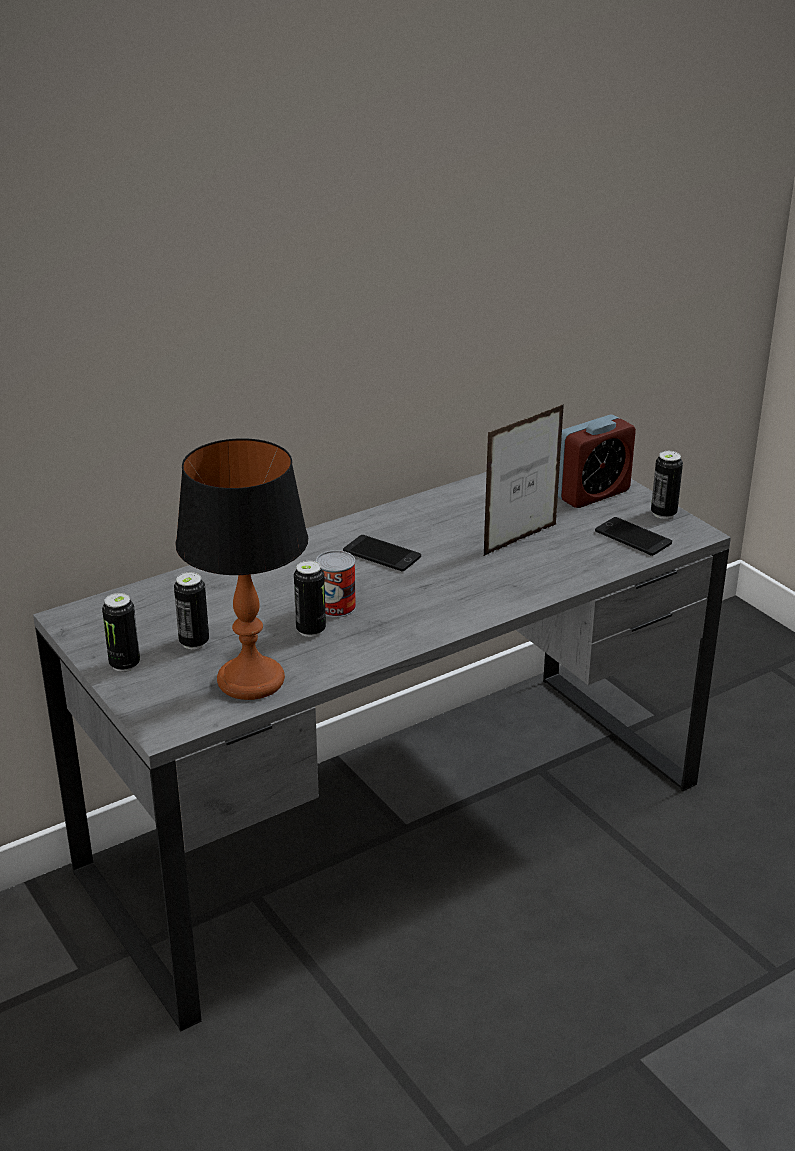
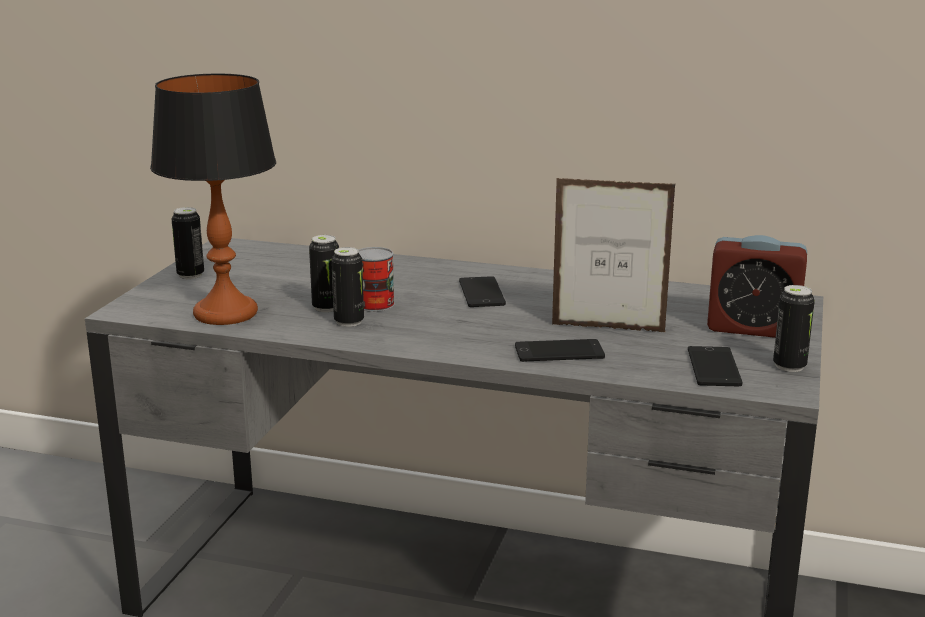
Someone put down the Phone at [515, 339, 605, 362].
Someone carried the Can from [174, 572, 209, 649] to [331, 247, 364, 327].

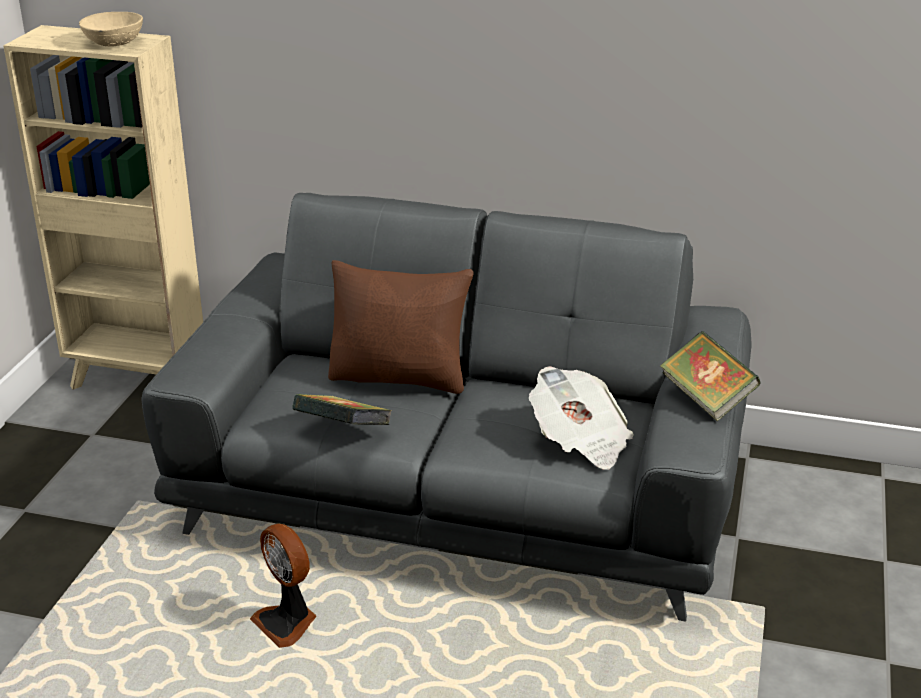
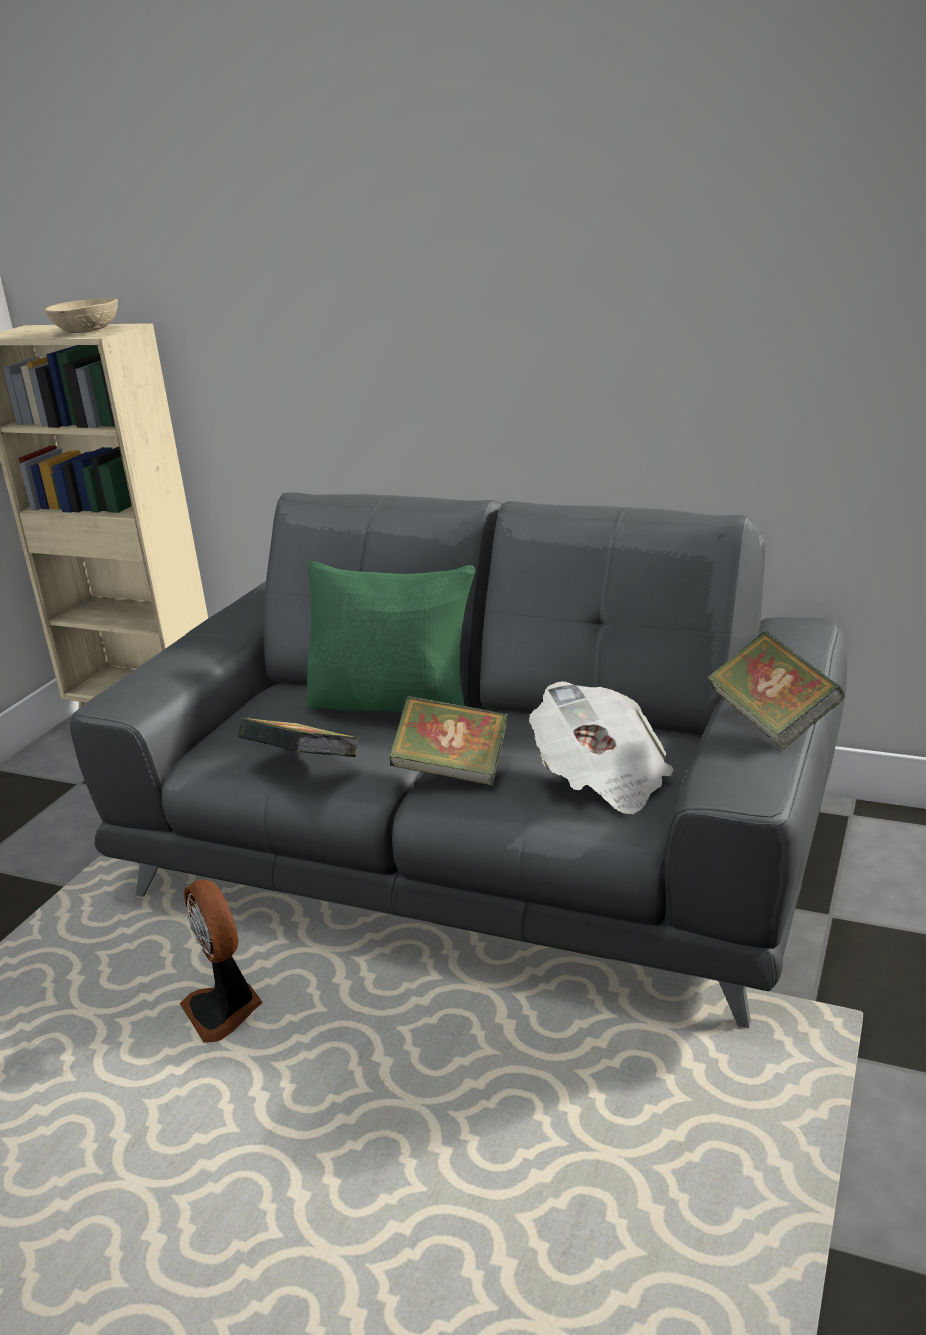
Someone put down the Book at [389, 696, 508, 786].
Someone repainted the BrownPillow at [328, 260, 474, 394], which became the GreenPillow at [306, 561, 475, 712].

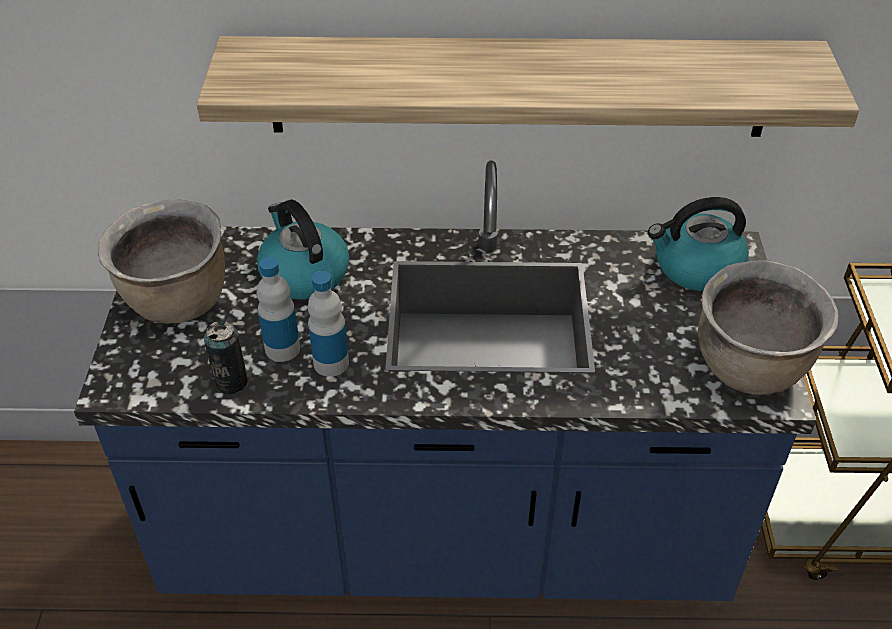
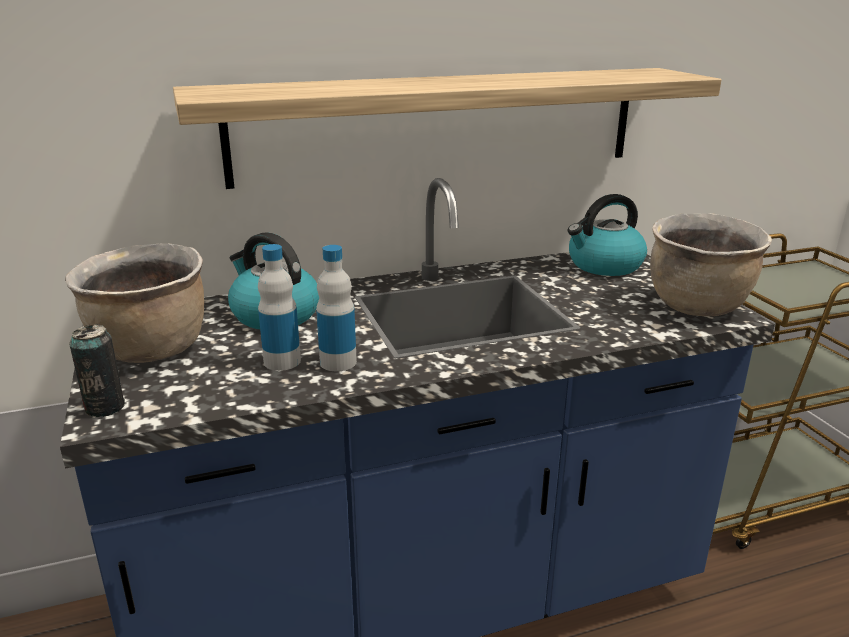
Someone carried the Can from [204, 321, 248, 394] to [69, 324, 125, 417].

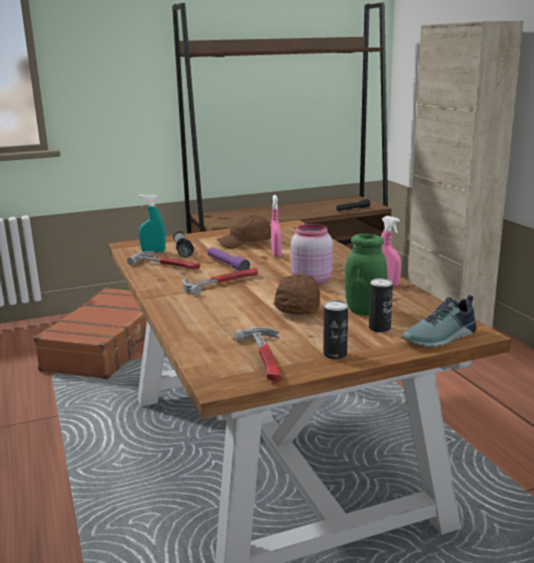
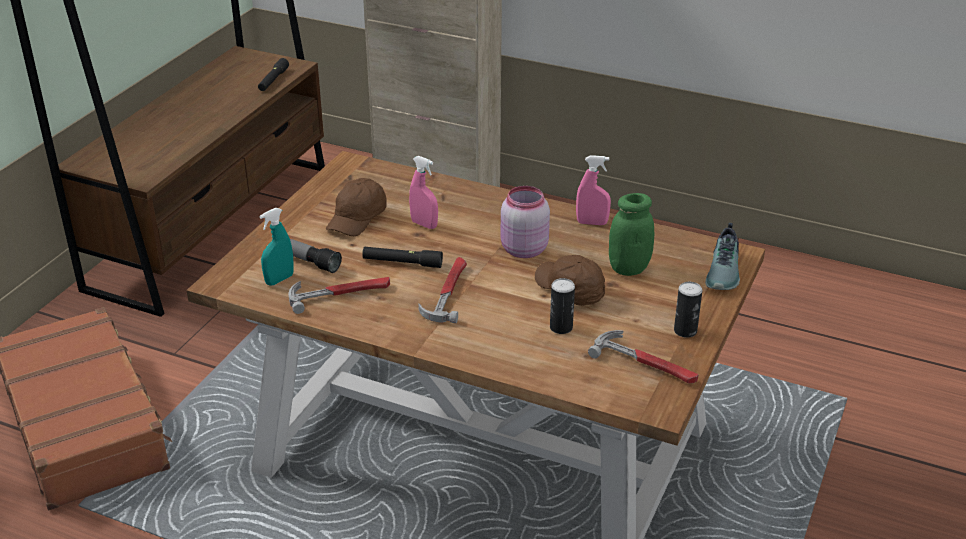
Someone carried the Can from [369, 278, 393, 332] to [550, 278, 575, 334].
Someone repainted the PurpleFlashlight at [207, 247, 250, 271], which became the BlackFlashlight at [362, 247, 443, 268].

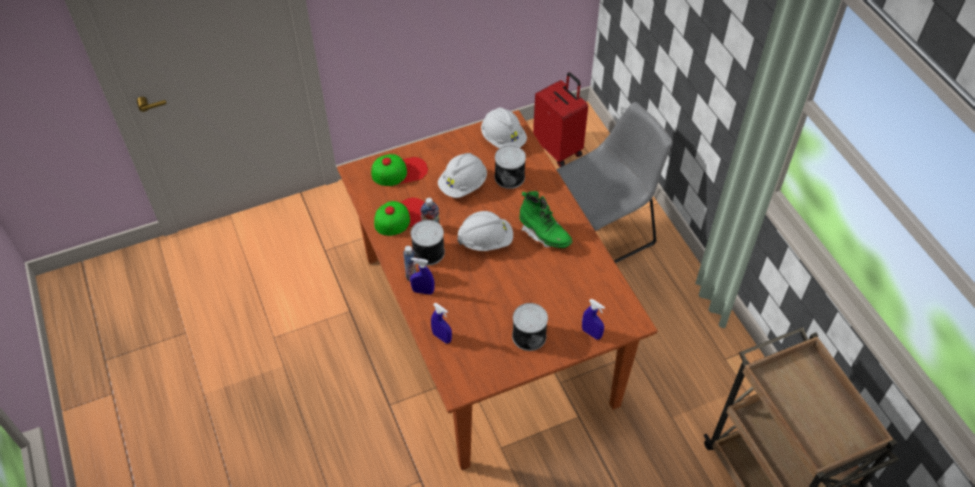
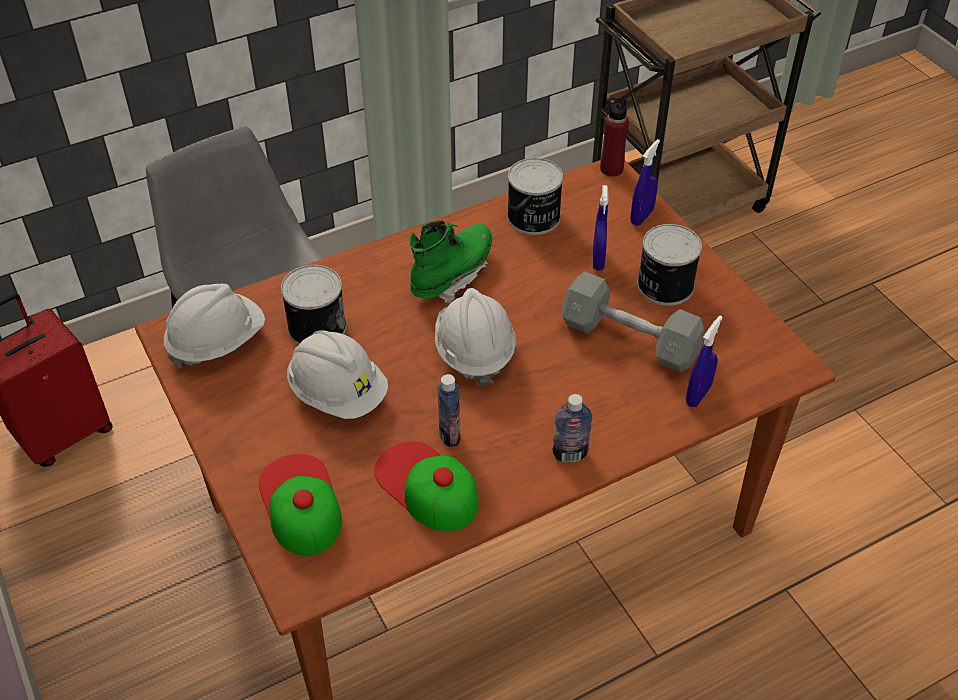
Someone put down the GreyDumbbell at [561, 271, 705, 373].
Someone put down the RedBottle at [600, 97, 629, 177].
Someone carried the BlueSprayBottle from [410, 258, 435, 295] to [593, 185, 608, 271].
Someone carried the Can from [411, 220, 445, 265] to [507, 158, 563, 235].

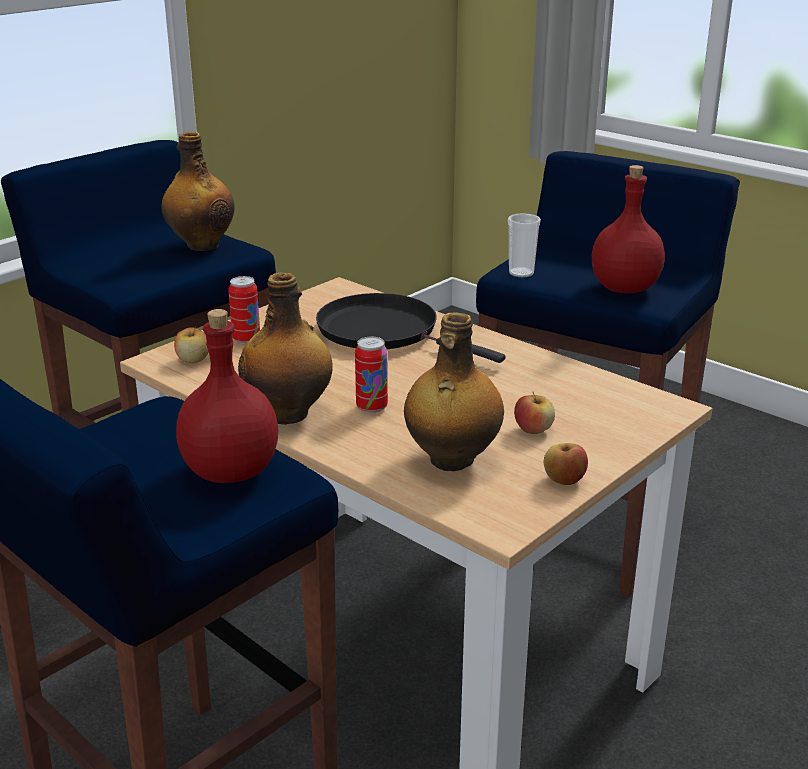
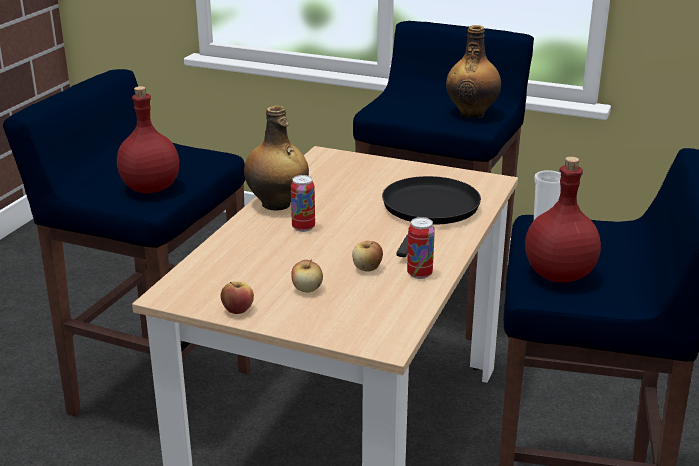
Someone took away the Bottle at [404, 313, 504, 471].
Someone carried the Apple from [174, 326, 208, 363] to [352, 241, 383, 272].
Someone carried the Can from [228, 276, 260, 344] to [407, 217, 435, 279].

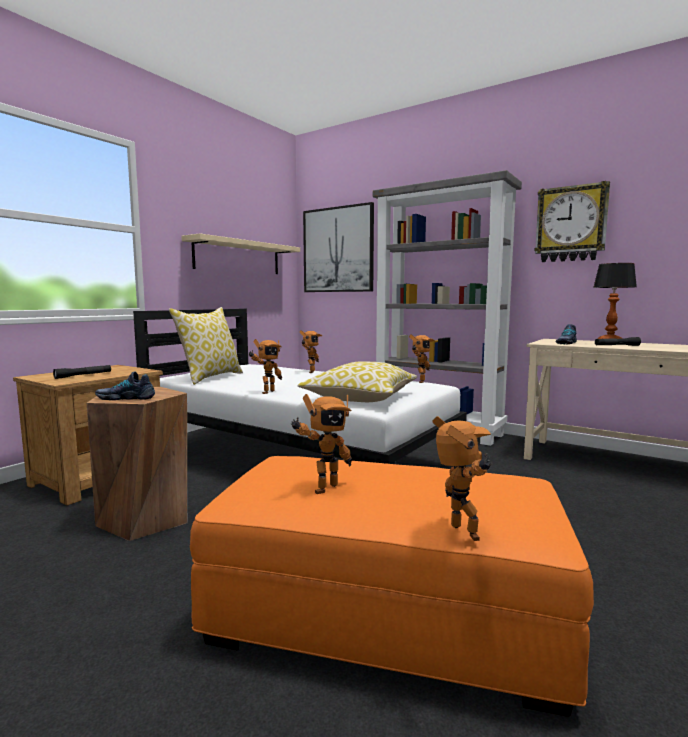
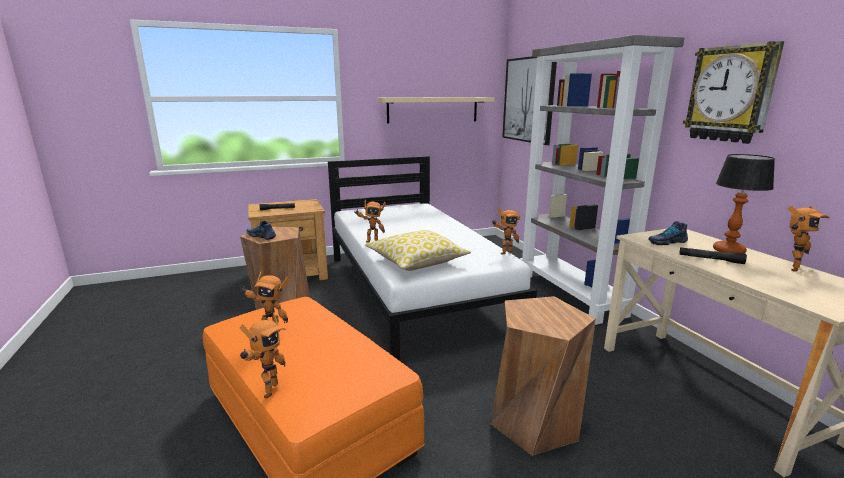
Someone took away the Pillow at [169, 307, 243, 385].
Someone put down the BrownStool at [490, 296, 596, 456].
Someone carried the ToyRobot from [299, 330, 322, 373] to [788, 206, 830, 272].

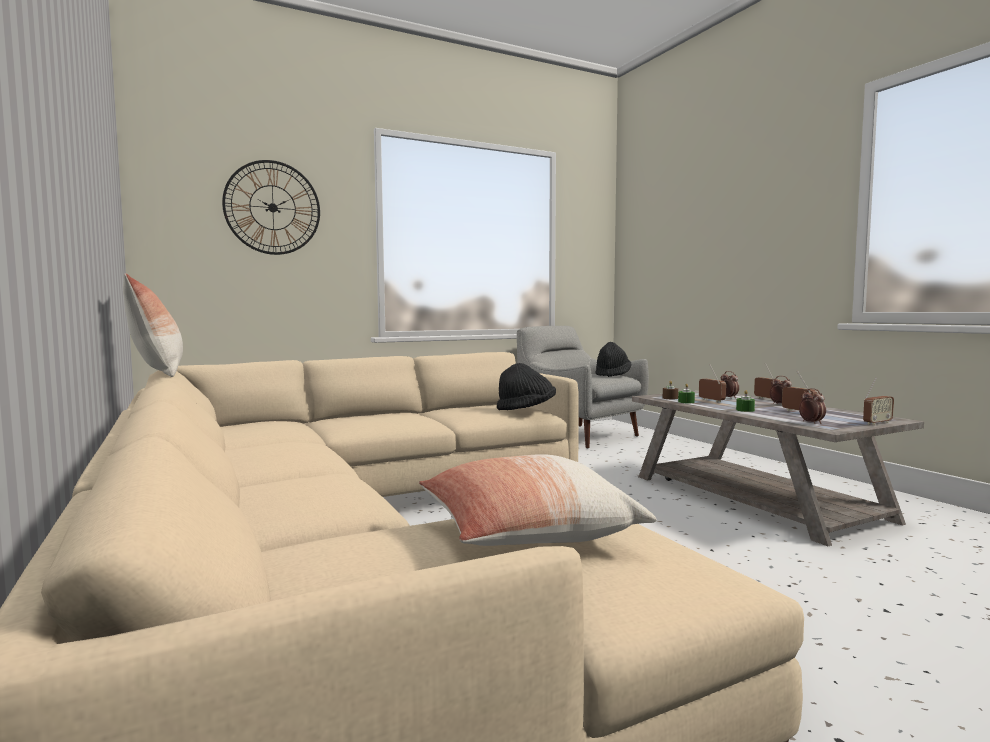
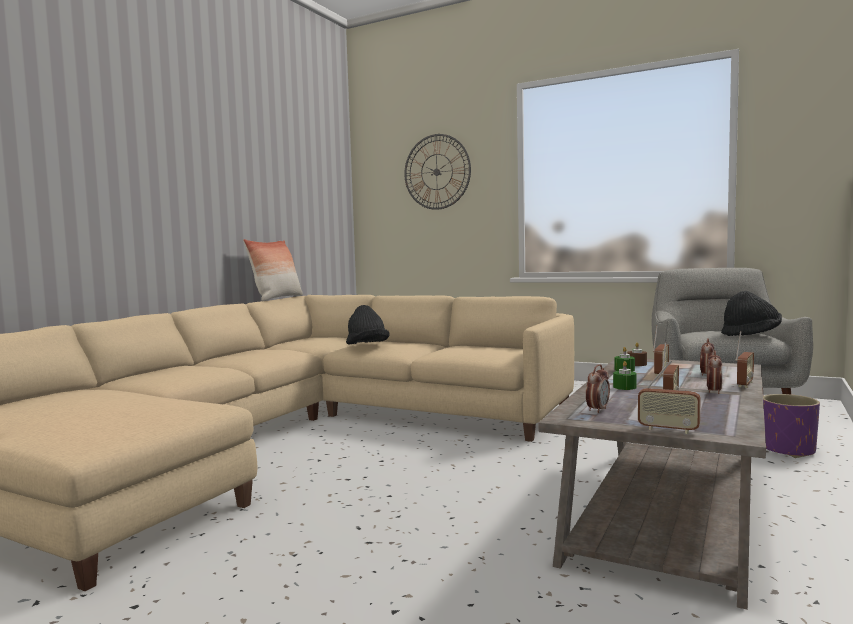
Someone took away the Pillow at [419, 454, 657, 546].
Someone put down the PurplePlanter at [763, 394, 820, 458].
Someone carried the BlackHat from [497, 363, 556, 410] to [346, 305, 390, 344].

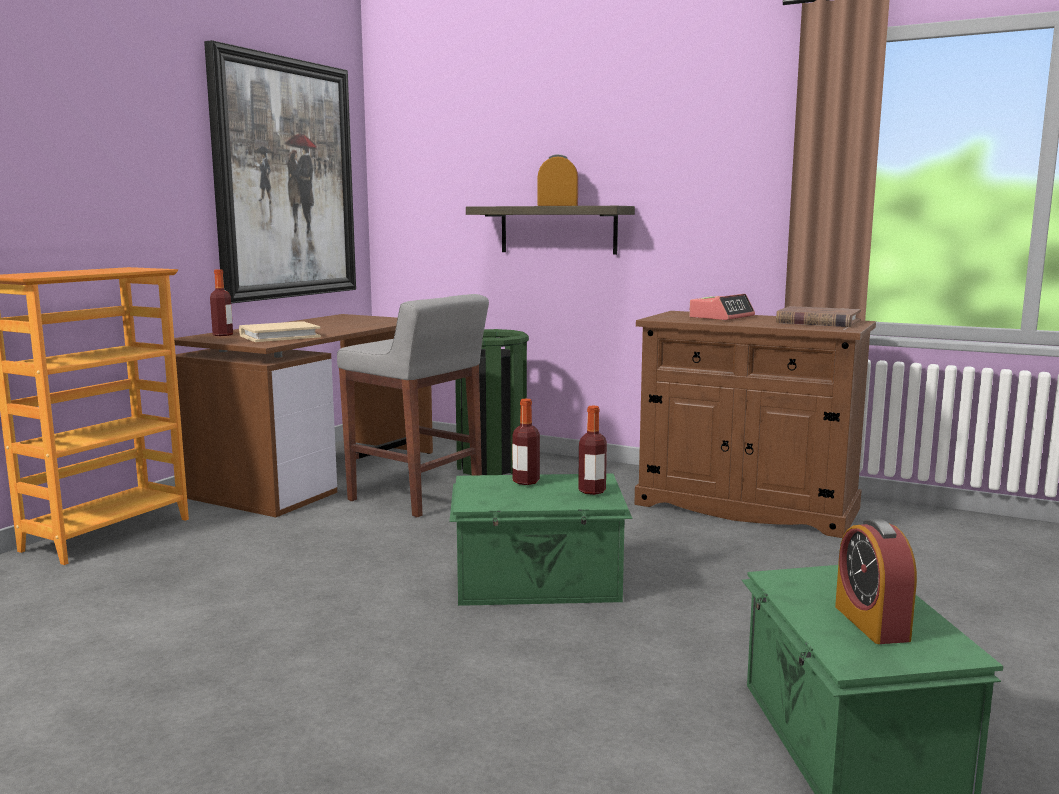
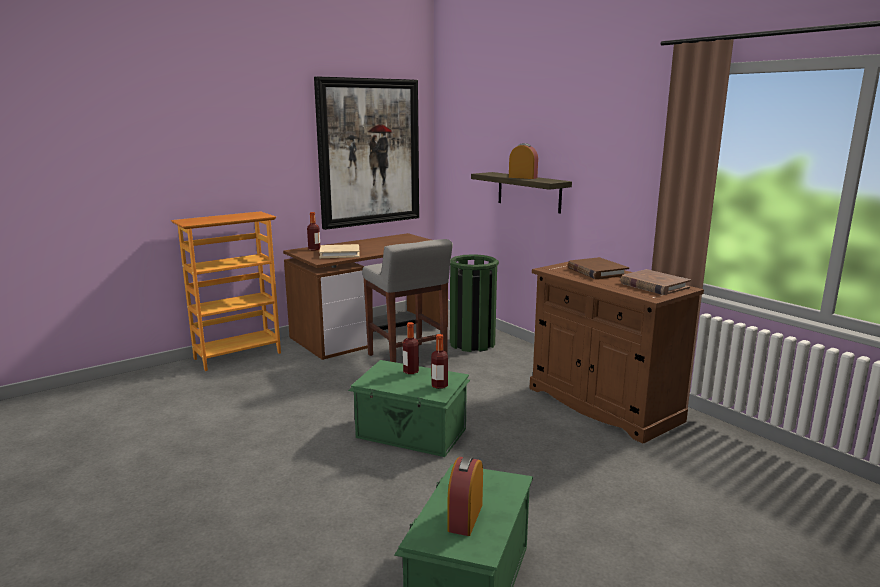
Someone swapped the AlarmClock at [689, 294, 755, 320] for the BrownBook at [568, 257, 629, 279].

